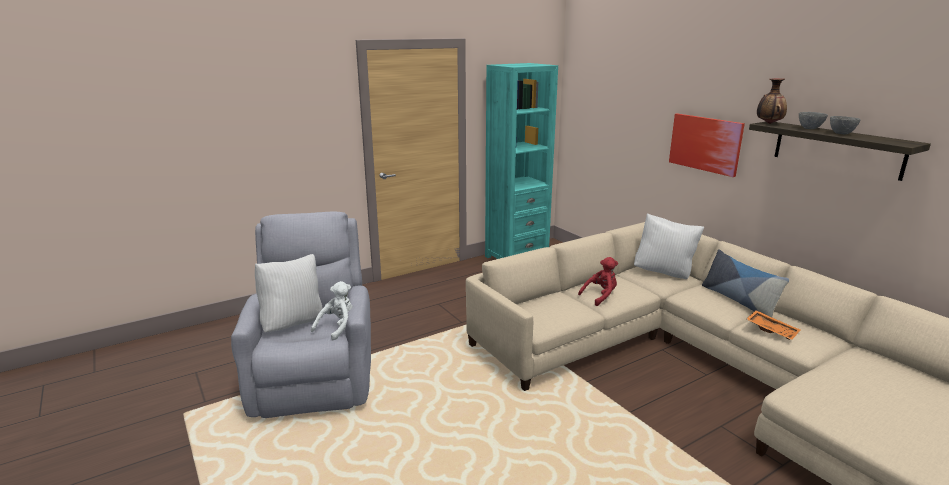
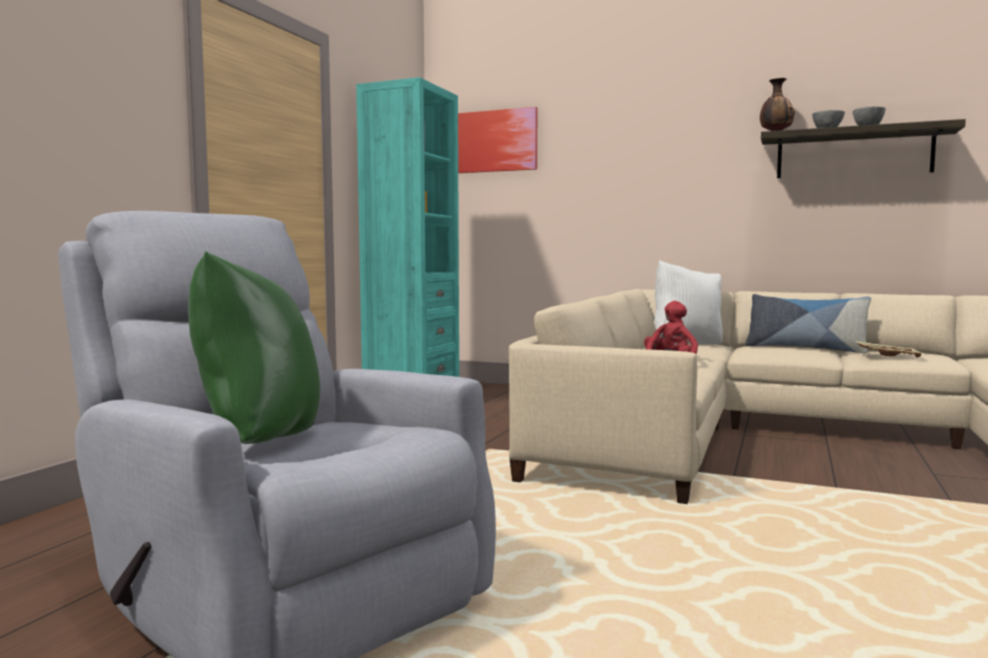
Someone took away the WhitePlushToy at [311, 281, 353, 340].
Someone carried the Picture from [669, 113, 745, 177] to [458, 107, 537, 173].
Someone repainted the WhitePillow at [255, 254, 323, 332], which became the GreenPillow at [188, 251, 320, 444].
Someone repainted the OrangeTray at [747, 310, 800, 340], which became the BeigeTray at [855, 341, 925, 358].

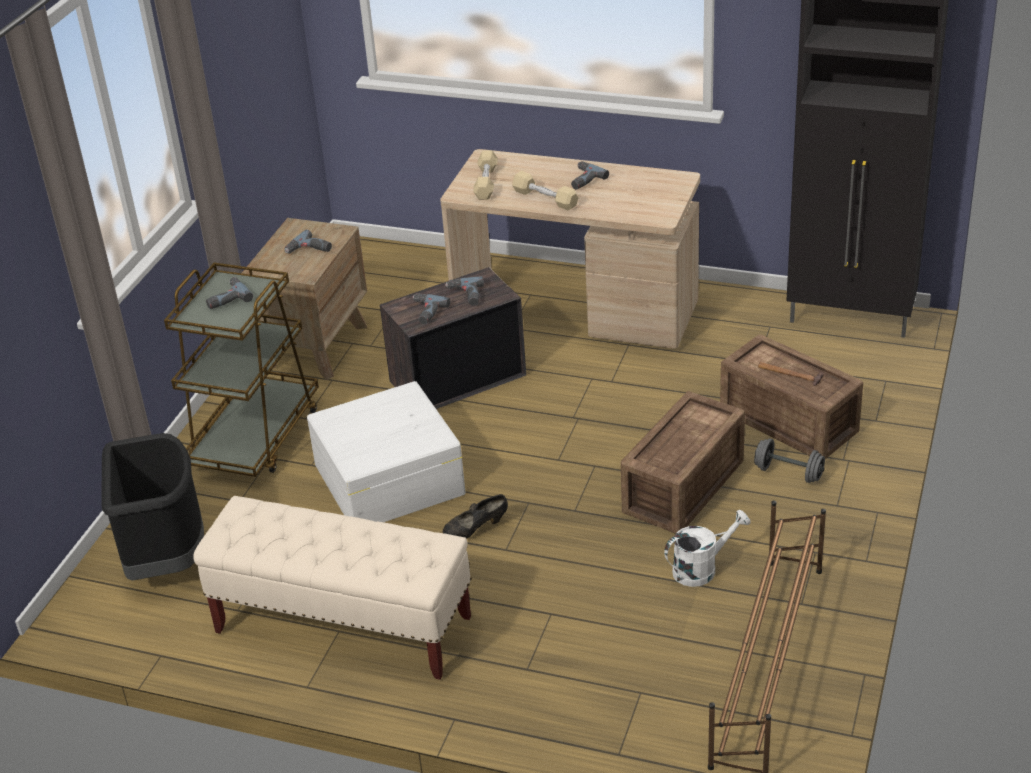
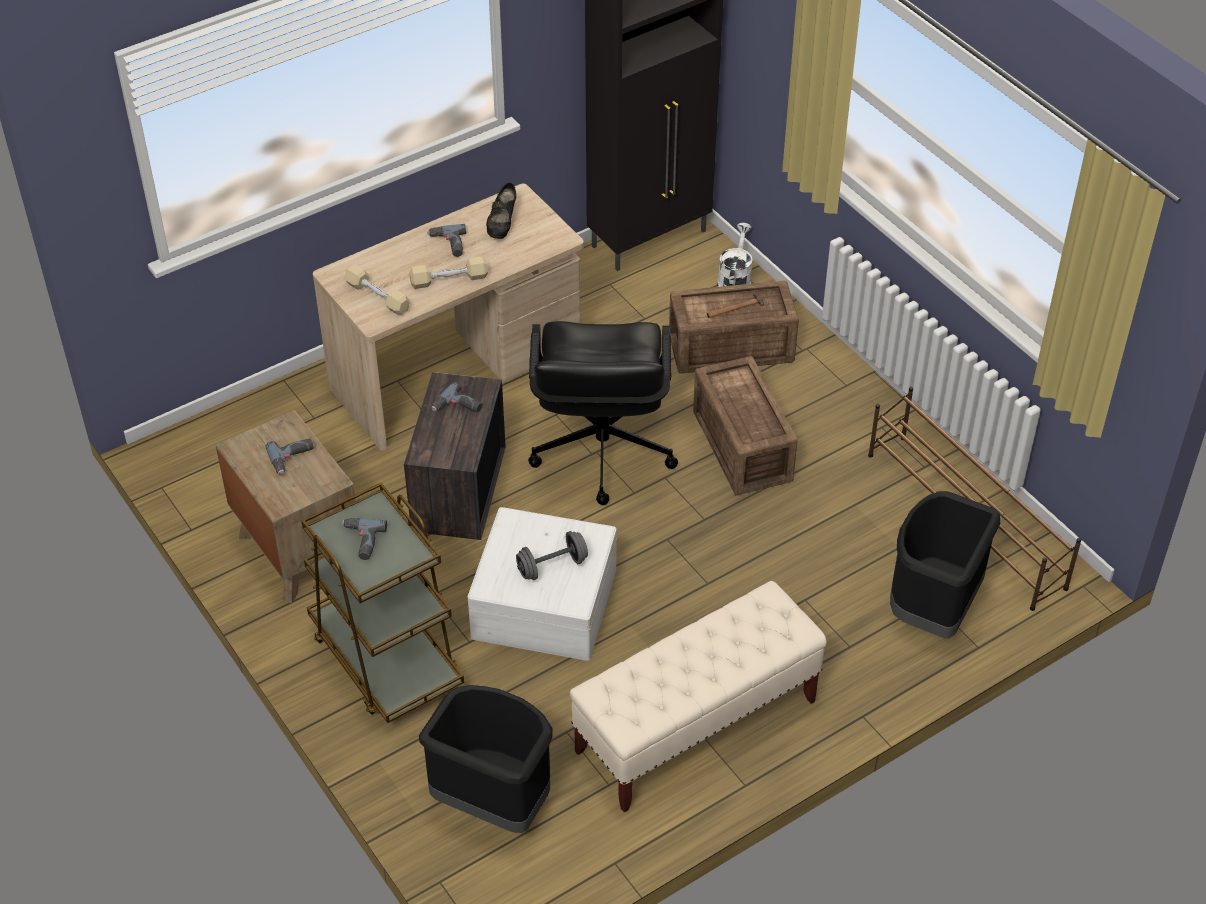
Someone took away the PowerDrill at [413, 293, 450, 324].
Someone put down the BlackOfficeChair at [528, 321, 678, 505].
Someone put down the BlackTrashCan at [890, 491, 1000, 639].
Someone carried the BlackShoe from [443, 494, 508, 539] to [486, 183, 516, 239].
Someone carried the WhiteWateringCan from [664, 510, 751, 587] to [717, 223, 753, 287].
Someone carried the GreyDumbbell from [754, 438, 825, 483] to [516, 531, 588, 580].

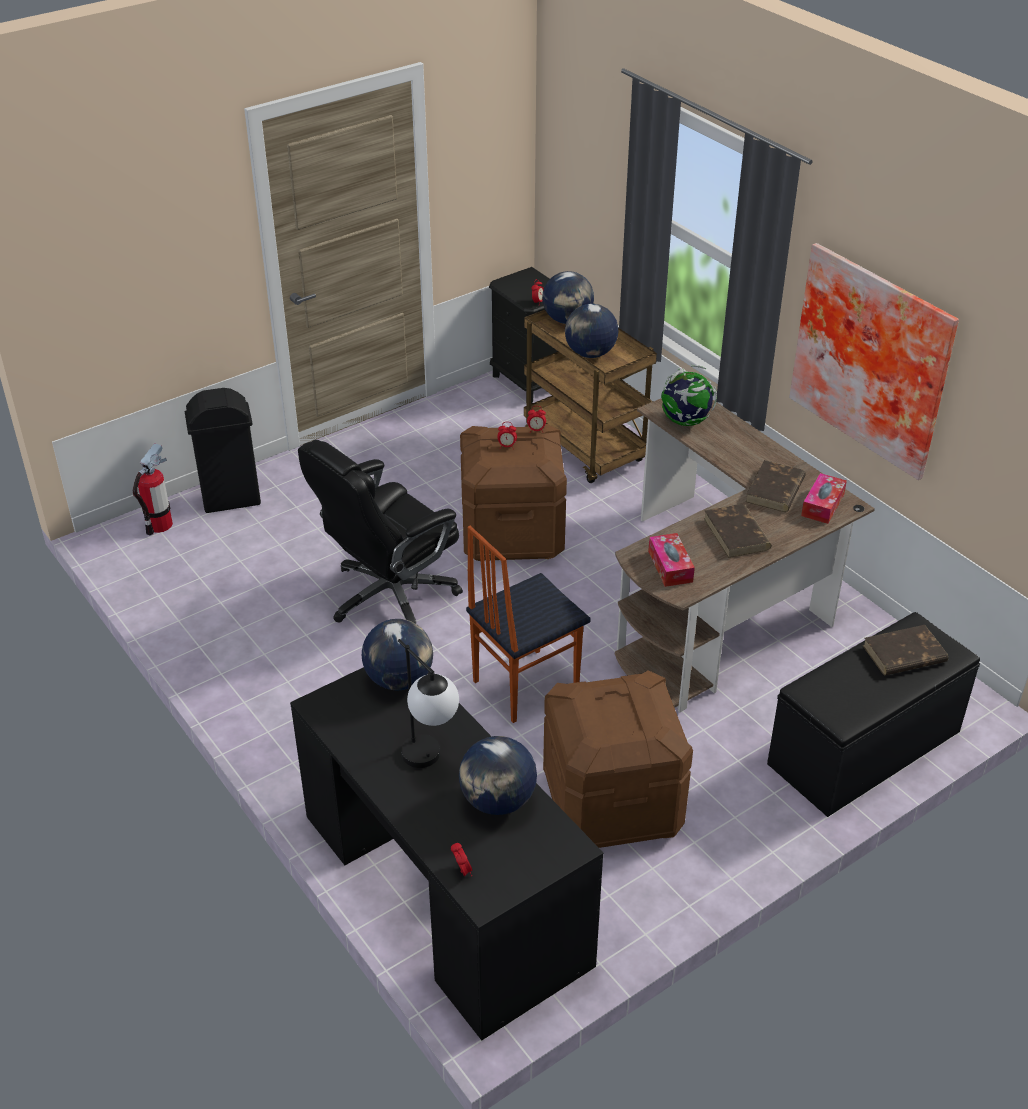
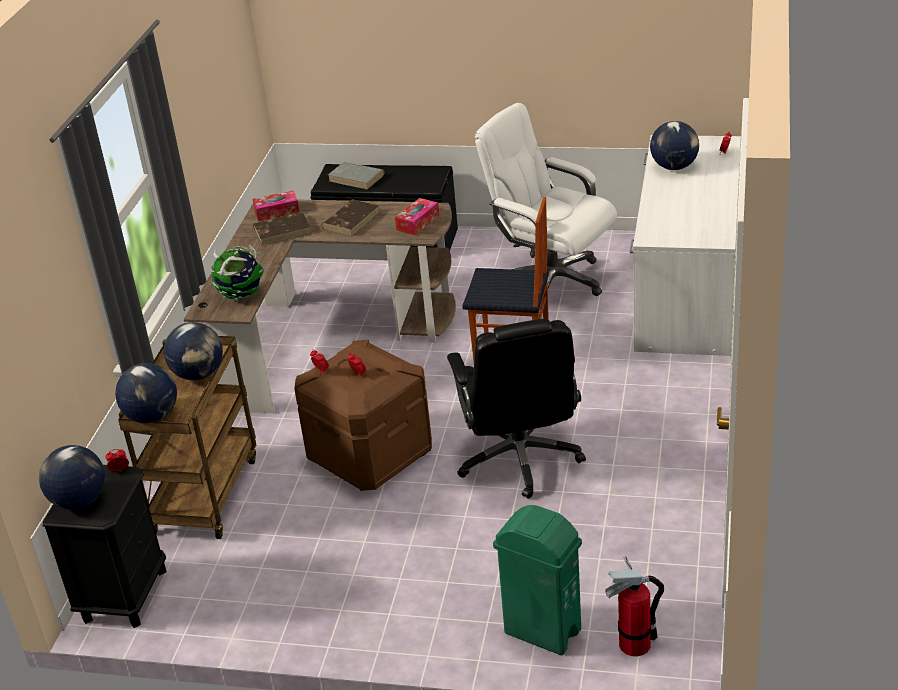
Someone took away the TableLamp at [398, 639, 459, 768].
Someone took away the Picture at [789, 243, 959, 480].
Someone carried the Globe from [362, 619, 433, 690] to [39, 445, 105, 509].
Someone swapped the BrownStorageBox at [543, 670, 693, 848] for the WhiteOfficeChair at [475, 103, 617, 310].
Someone repainted the BlackTrashCan at [185, 388, 261, 513], which became the GreenTrashCan at [493, 505, 582, 655].
Someone repainted the BlackDesk at [290, 667, 604, 1040], which became the WhiteDesk at [630, 135, 741, 356].
Someone repainted the BrownBook at [863, 625, 948, 676], which became the GreyBook at [328, 162, 384, 190].
Someone rotated the BlackOfficeChair at [298, 440, 463, 624] by 75 degrees clockwise.

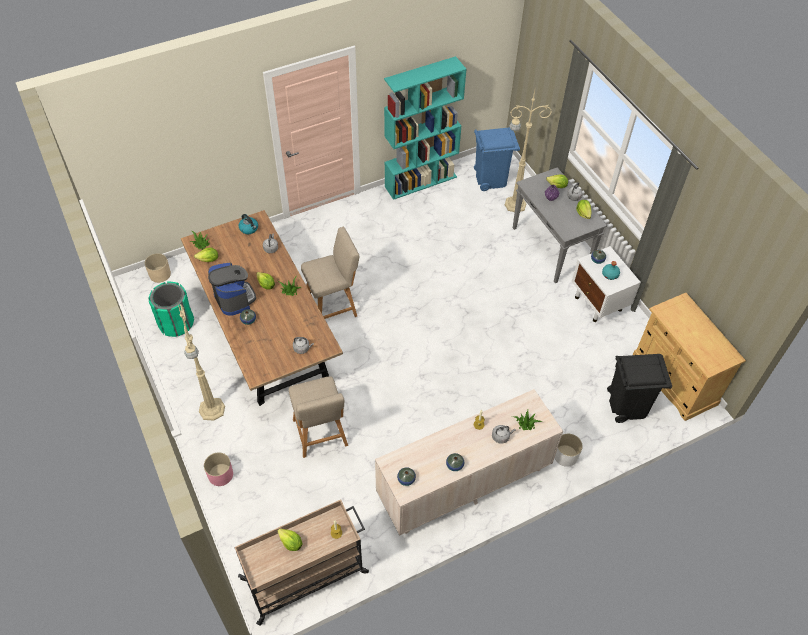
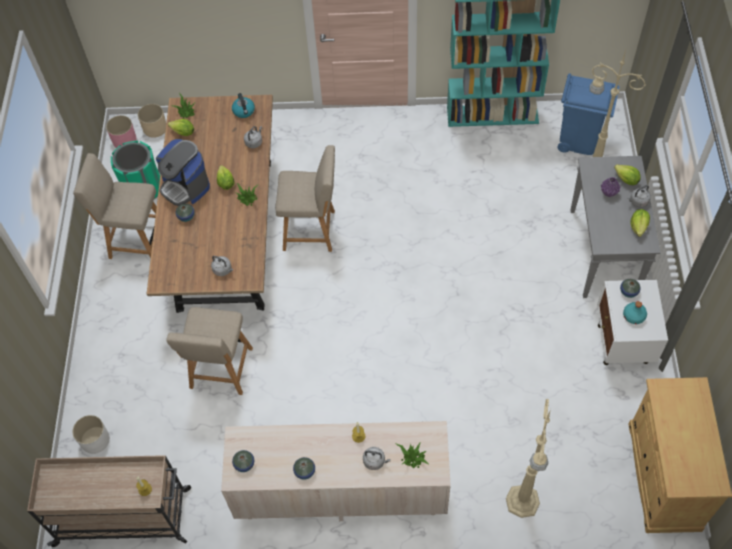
Someone took away the Lettuce at [278, 528, 302, 551].
Someone took away the BlackTrashCan at [607, 354, 672, 423].
Someone put down the BeigeChair at [73, 153, 157, 259].
Someone carried the BeigeFloorLamp from [177, 302, 225, 420] to [506, 399, 551, 518].
Someone carried the PinkPlanter from [204, 452, 233, 486] to [106, 115, 136, 148].
Someone carried the WhitePlanter from [555, 434, 583, 467] to [73, 415, 110, 454].
Someone rotated the CoffeeMachine at [208, 262, 256, 316] by 135 degrees clockwise.

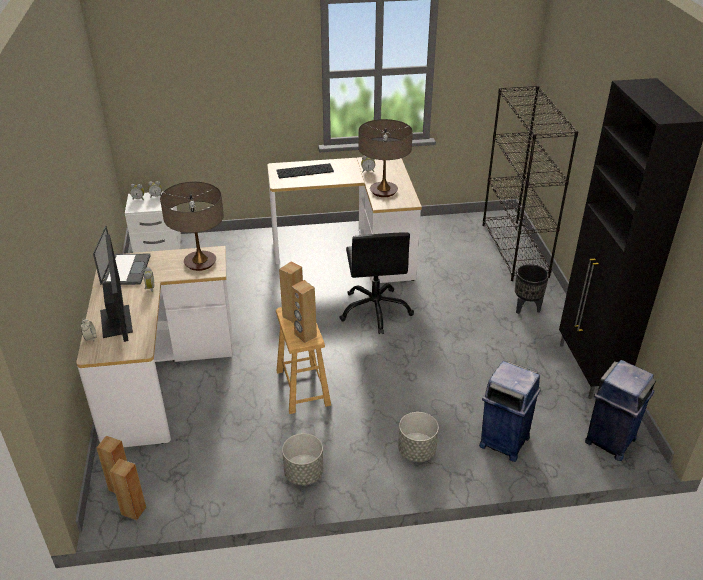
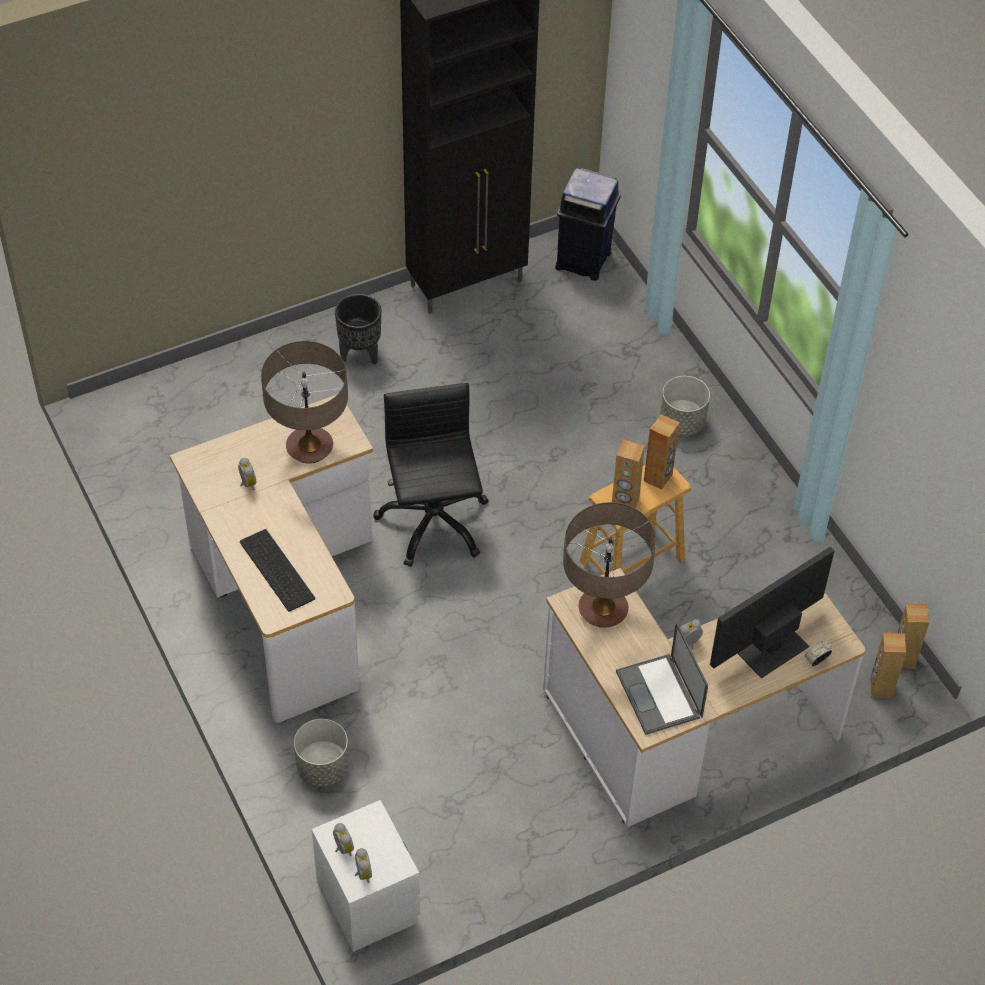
Someone took away the BlueTrashCan at [479, 361, 541, 462].
Someone took away the BlackBookcase at [482, 85, 579, 281].
Someone carried the GreyPlanter from [282, 433, 323, 485] to [294, 719, 349, 787].
Someone rotated the Laptop at [93, 225, 151, 285] by 90 degrees counterclockwise.
Someone rotated the BlackOfficeChair at [339, 233, 414, 334] by 75 degrees counterclockwise.

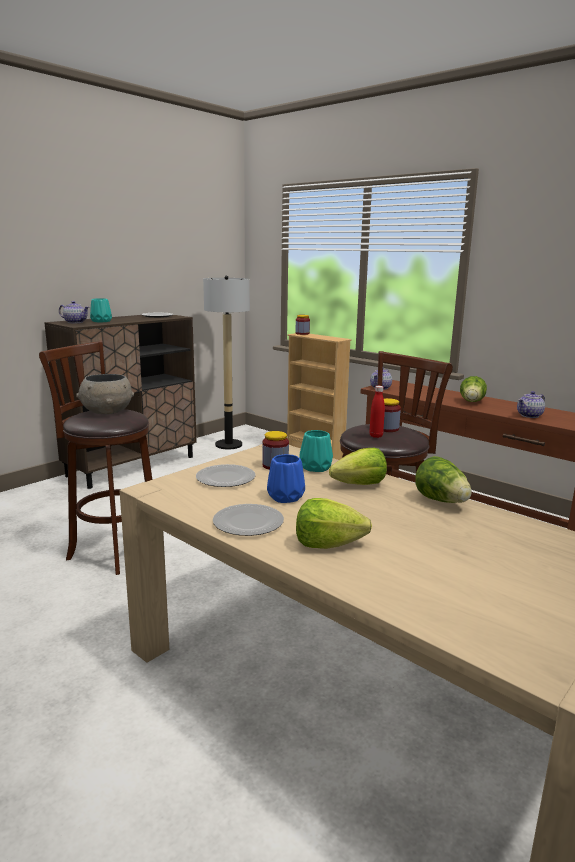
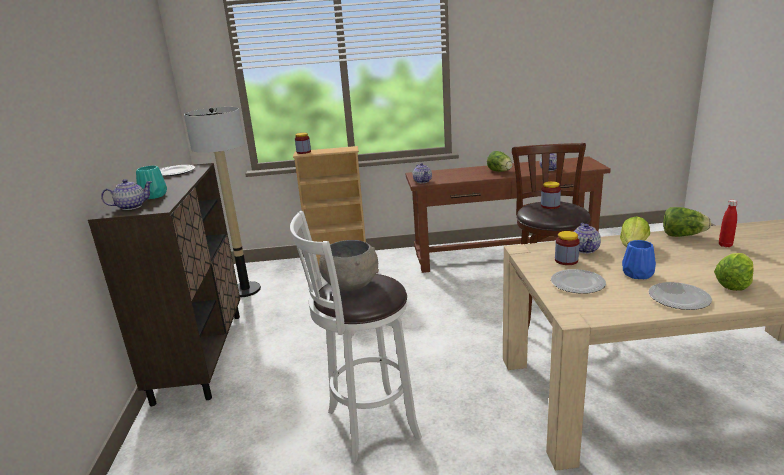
Someone carried the RedBottle from [369, 386, 385, 438] to [719, 200, 738, 247].
Someone swapped the TurquoiseVase at [300, 430, 333, 472] for the Teapot at [573, 223, 601, 254].
Someone repainted the BrownStool at [39, 341, 152, 575], which became the WhiteStool at [290, 211, 422, 463].

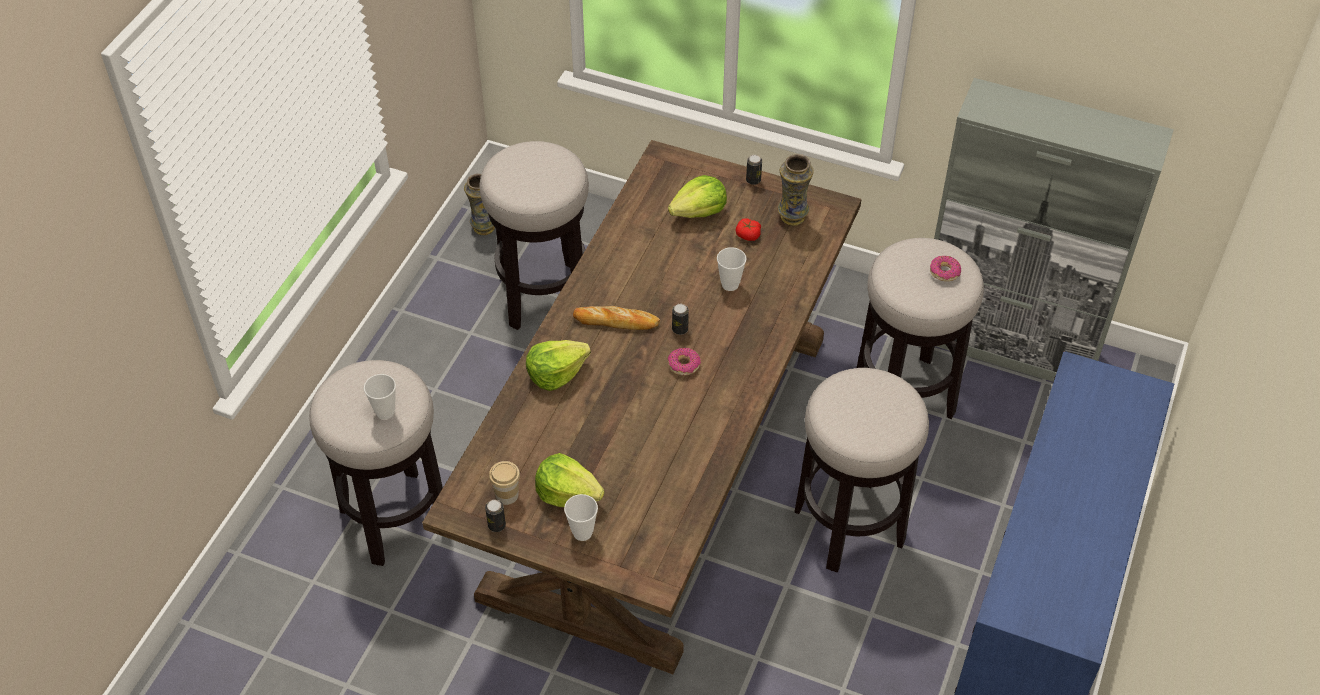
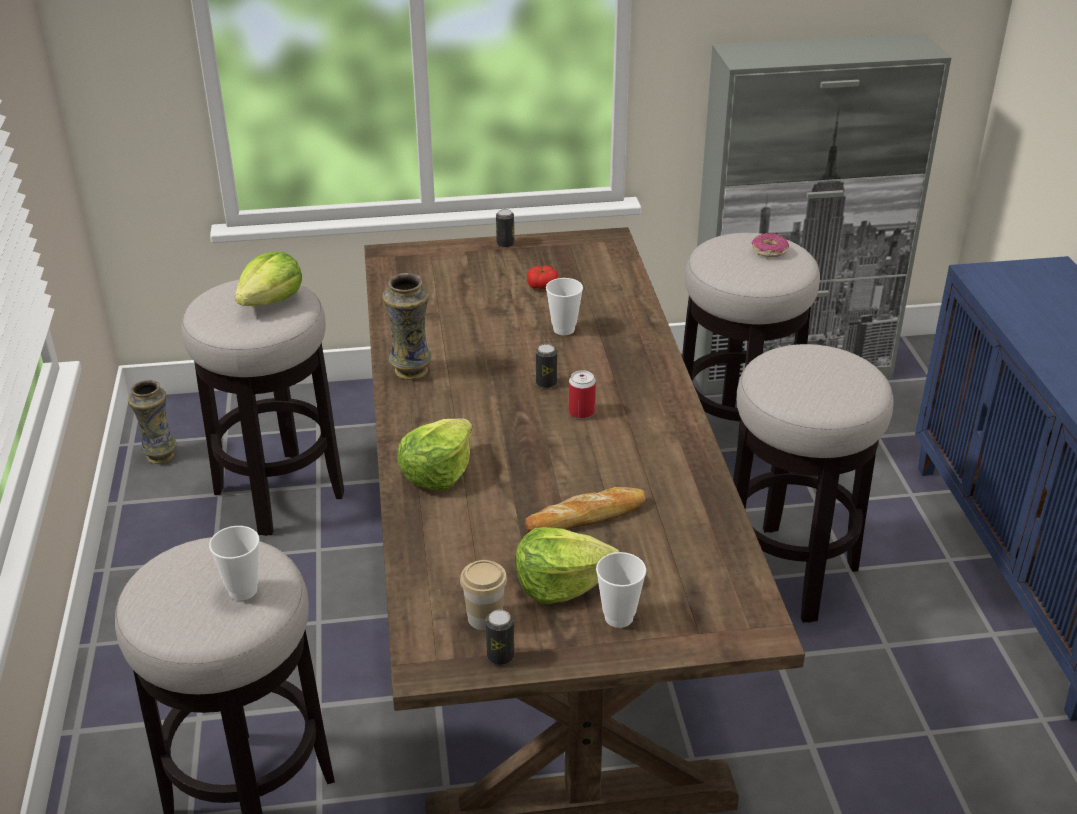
Someone carried the Bread from [573, 306, 660, 330] to [525, 487, 646, 532].
Someone carried the Lettuce from [668, 175, 727, 218] to [235, 252, 302, 306].
Someone carried the Vase from [778, 154, 814, 226] to [382, 273, 432, 380].
Someone swapped the Donut at [668, 348, 701, 375] for the Can at [569, 370, 596, 419].

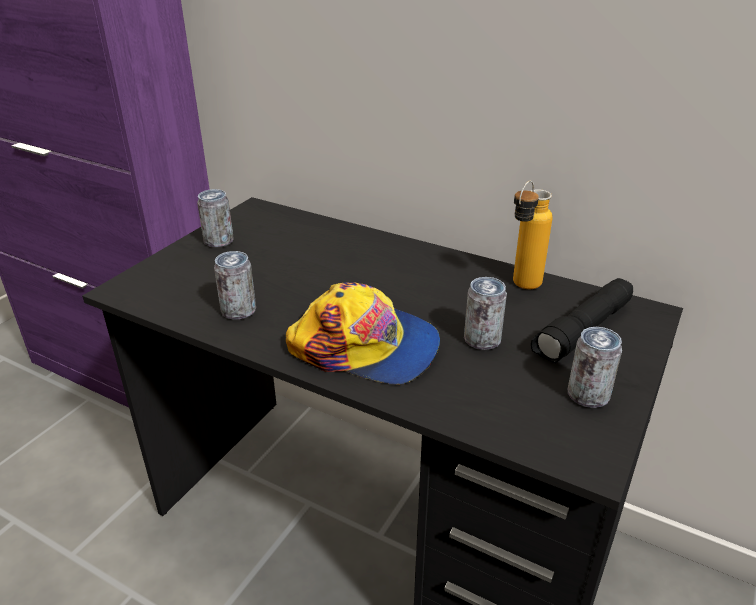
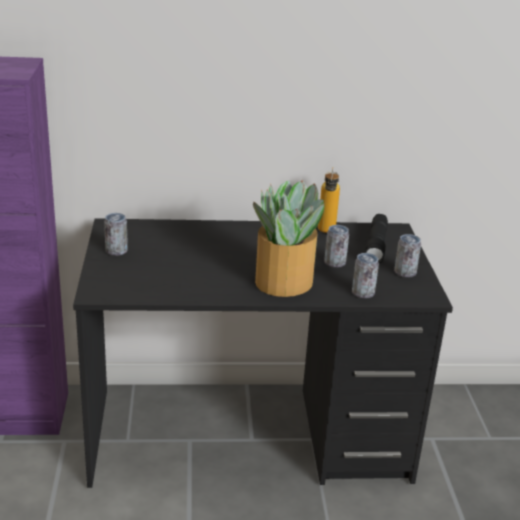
Someone carried the Can from [214, 251, 256, 320] to [352, 253, 379, 299].
Someone swapped the Cap at [286, 282, 440, 385] for the PottedPlant at [253, 180, 324, 297].

